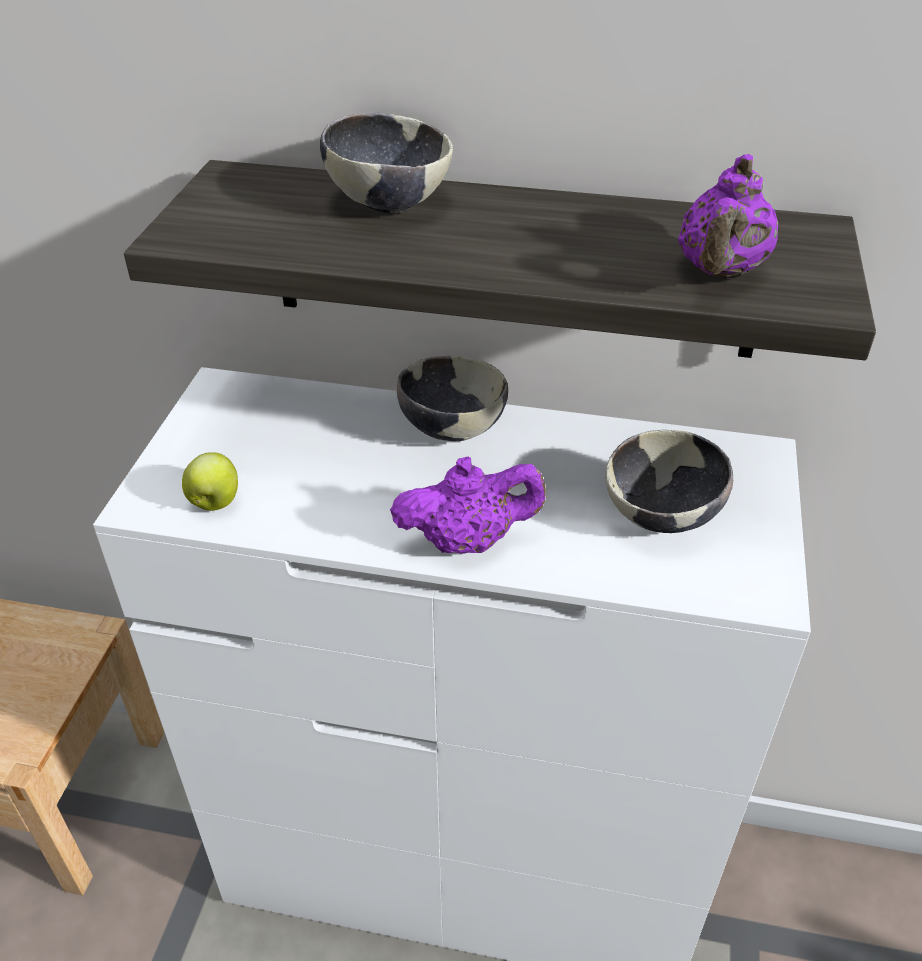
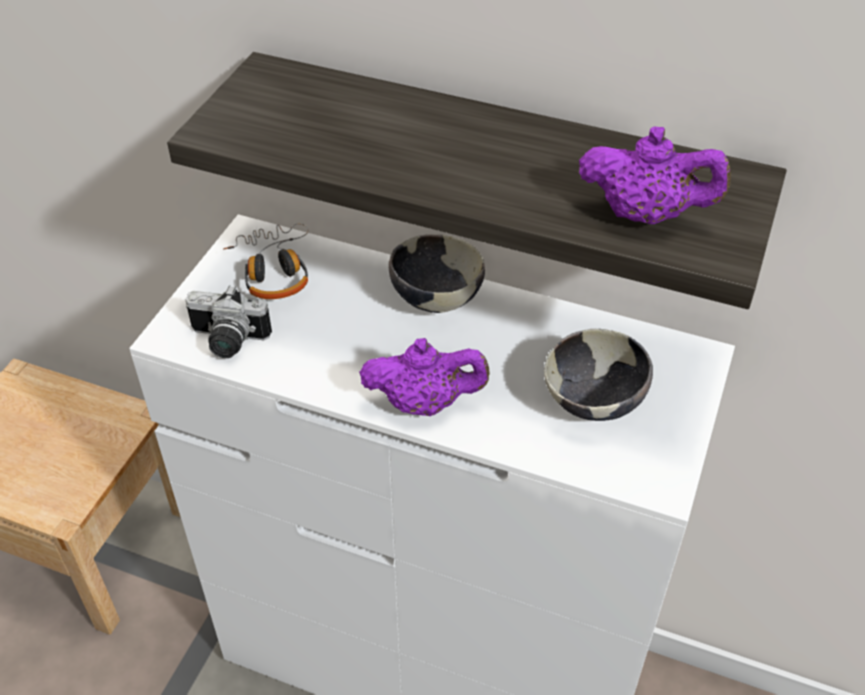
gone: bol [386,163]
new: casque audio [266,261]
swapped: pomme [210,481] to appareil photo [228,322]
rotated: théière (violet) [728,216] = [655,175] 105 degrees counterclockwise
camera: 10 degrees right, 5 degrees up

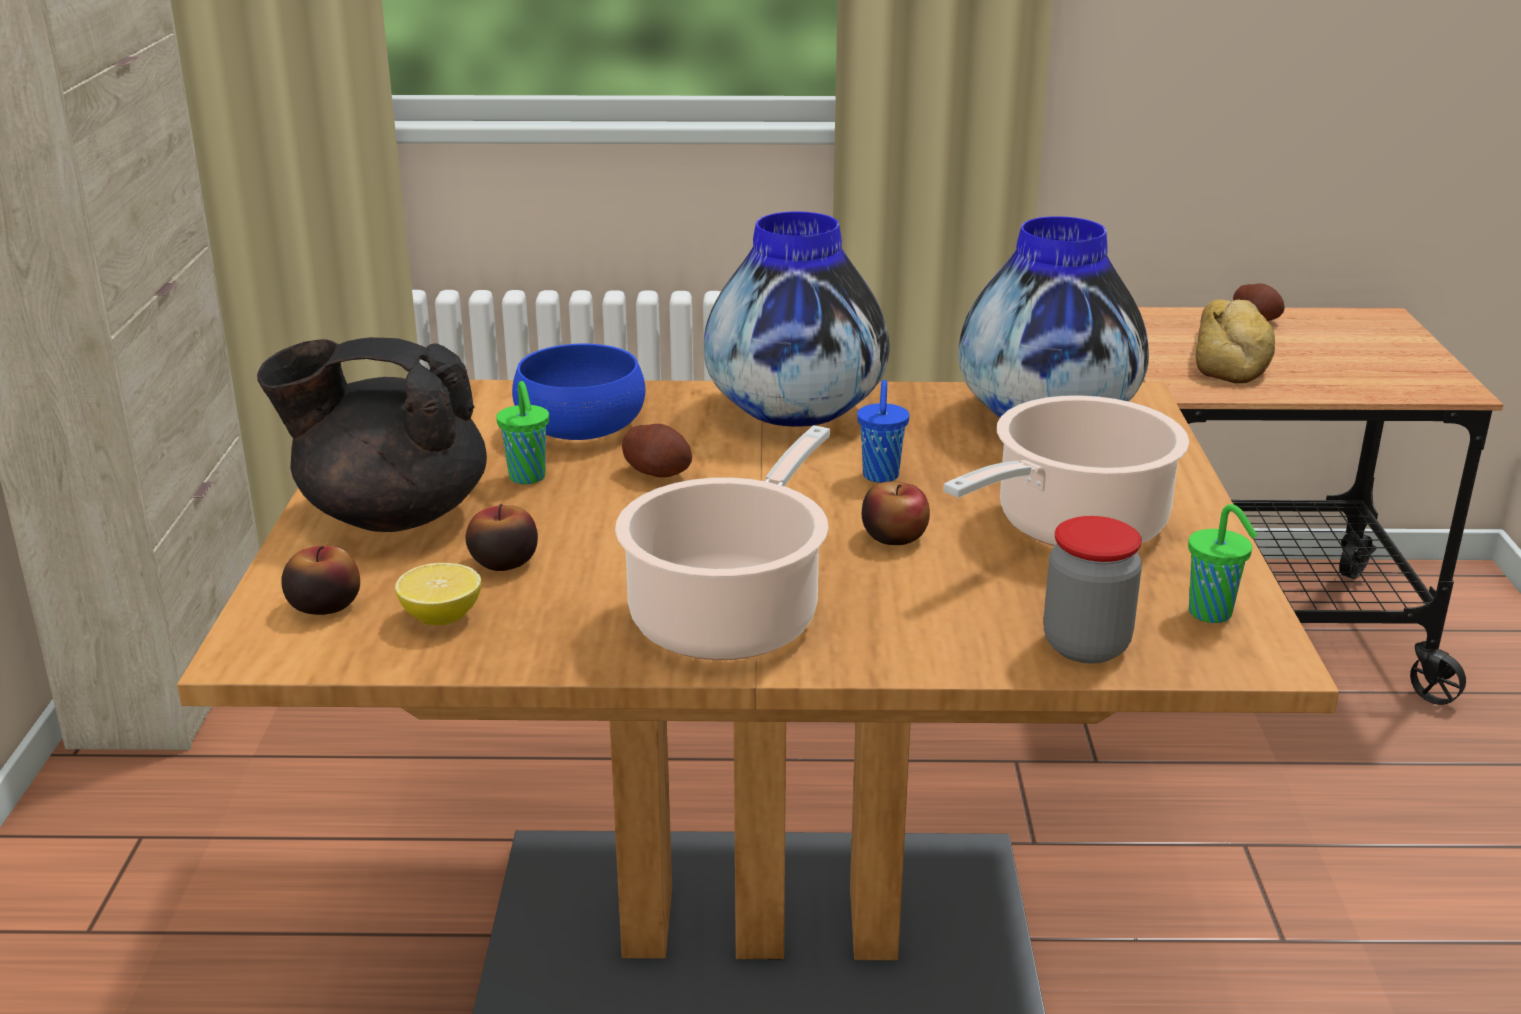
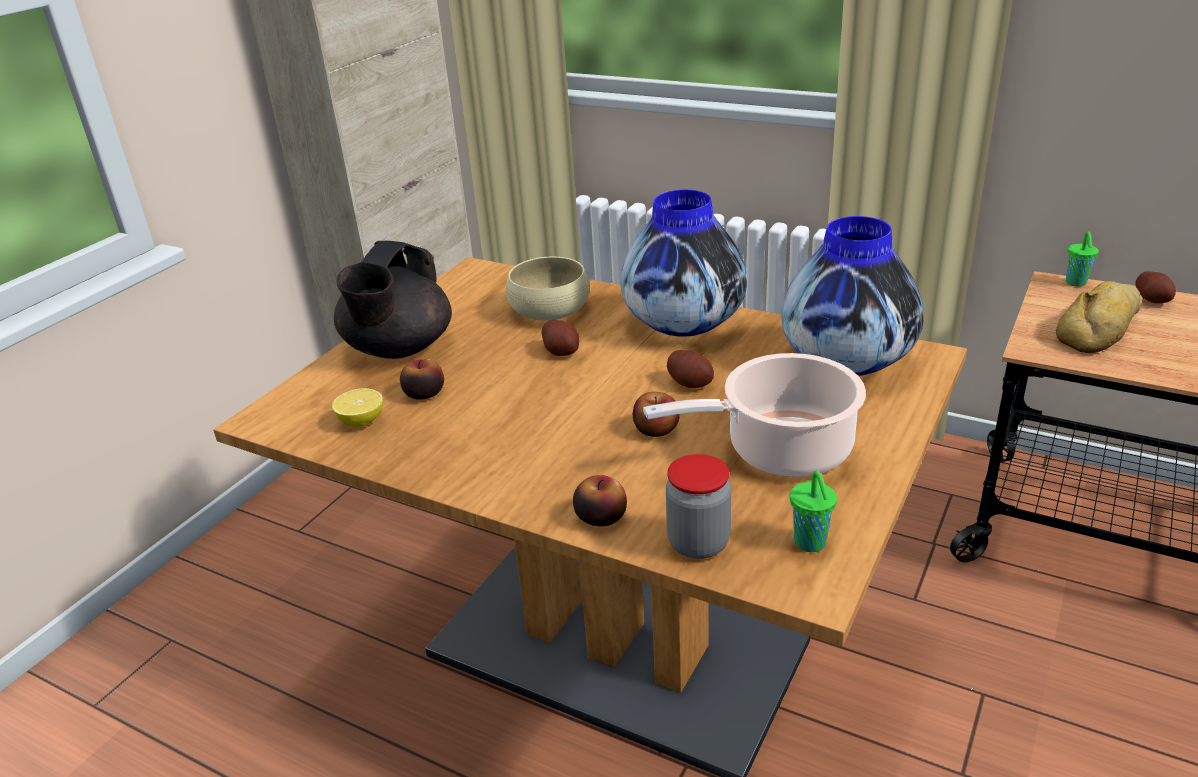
gone: marmite [722,542]
shifted: pomme [320,580] to [600,500]; tasse (vert) [522,432] to [1082,259]
swapped: tasse (bleu) [883,431] to pomme de terre [690,369]
repainted: bol (bleu) [578,392] to bol (beige) [548,289]
rotated: théière (noir) [372,434] = [393,300] 105 degrees counterclockwise
camera: 30 degrees right, 5 degrees up

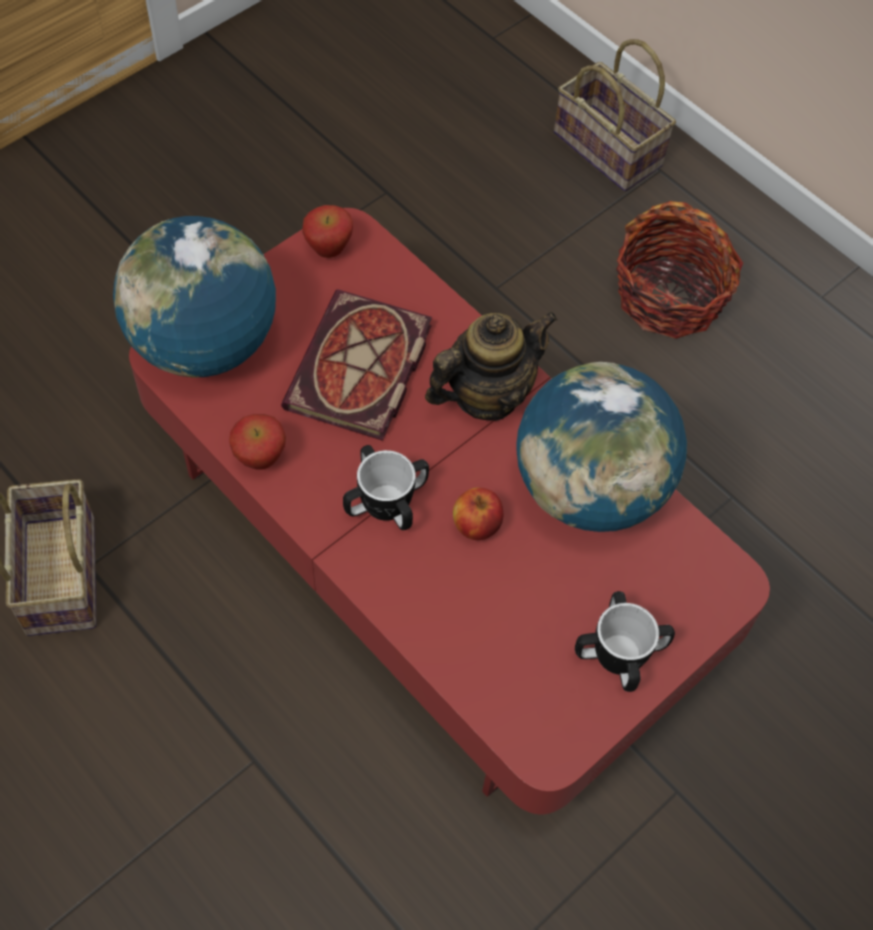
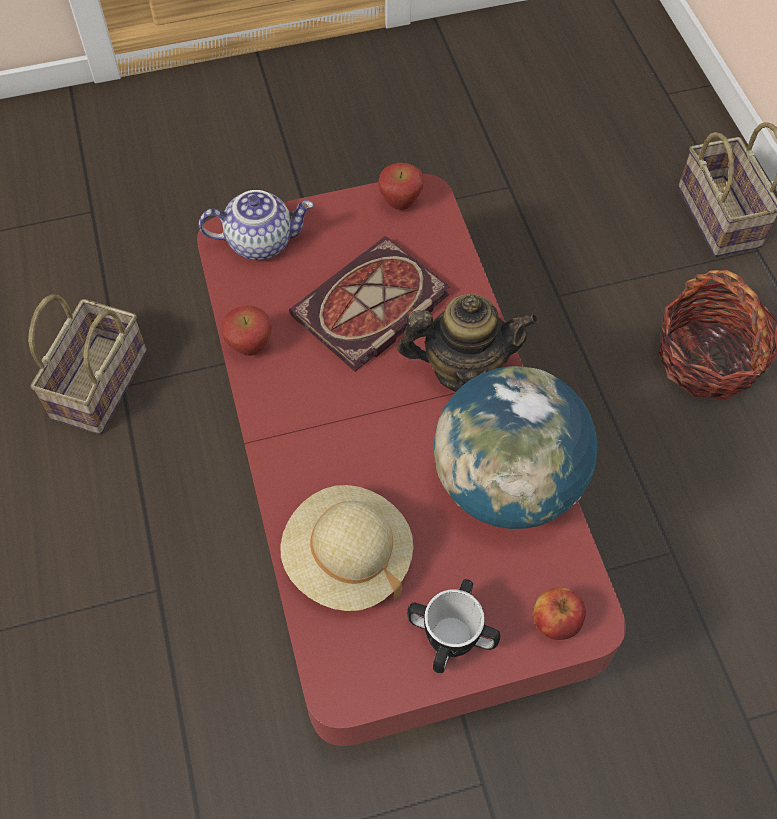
gone: mug [386,487]
new: chapeau (beige) [346,548]
shifted: pomme [478,514] to [560,613]
swapped: globe [194,297] to théière [256,225]
camera: 30 degrees right, 0 degrees up

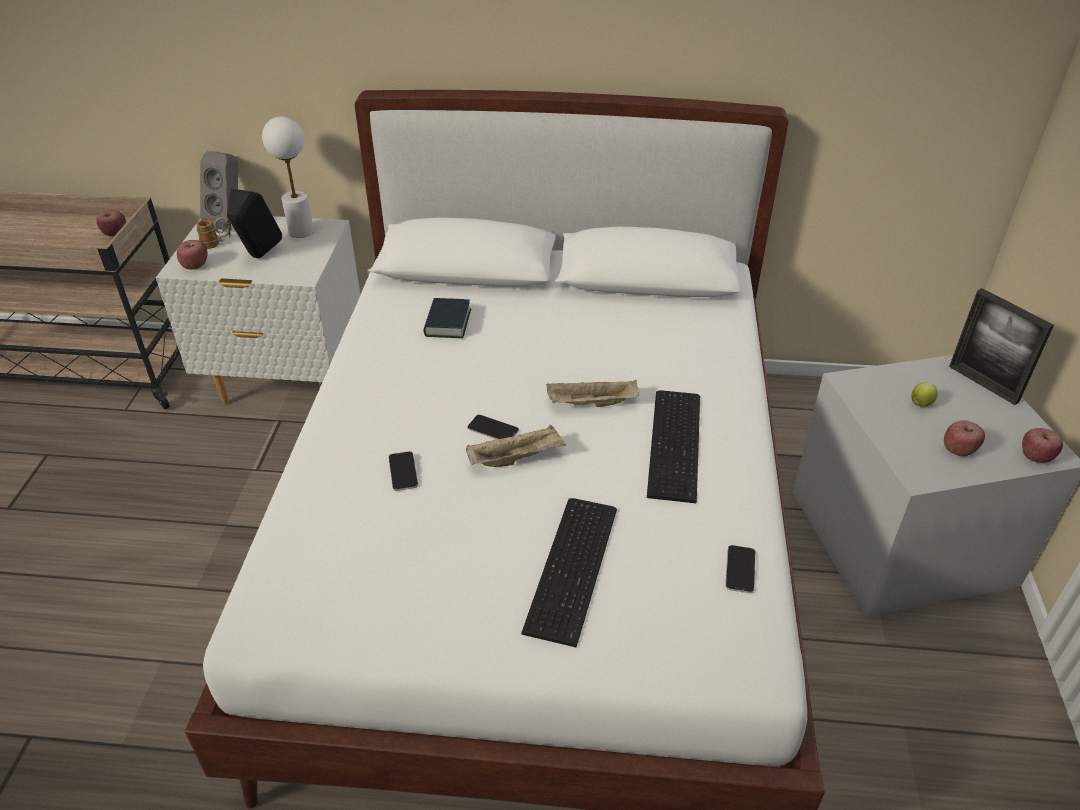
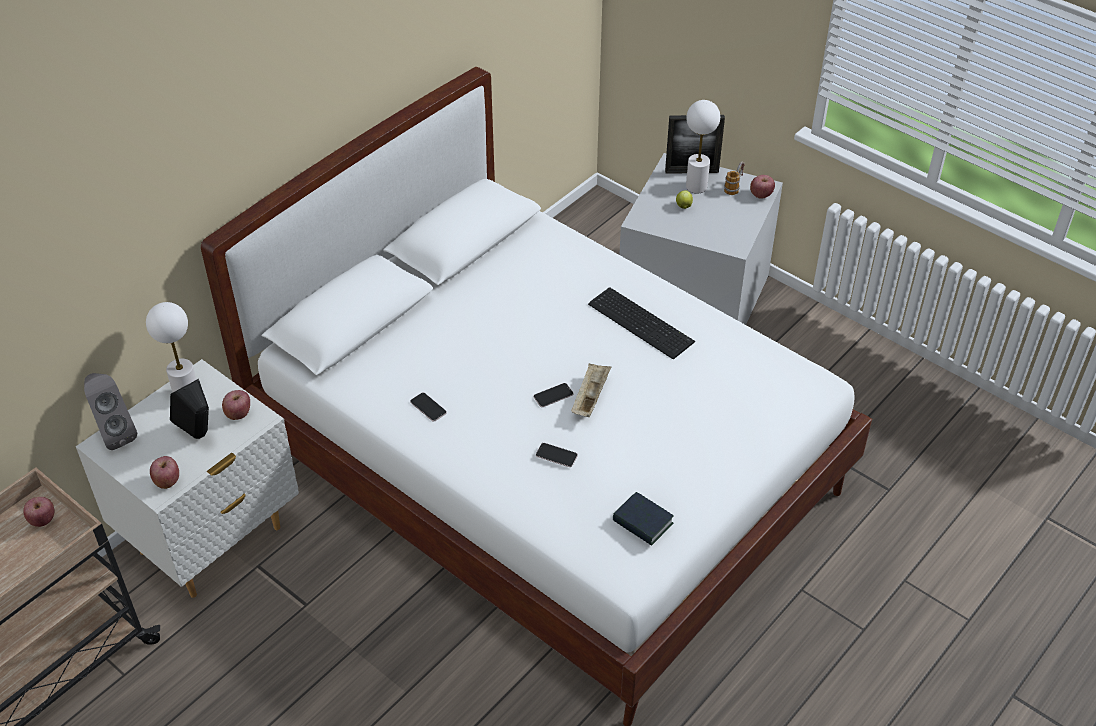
gone: clavier [569,572]; plateau (beige) [593,393]
new: lampe de table (blanc) [703,147]
shifted: mug [214,233] to [734,178]; livre [447,318] to [643,519]; téléphone [740,569] to [428,406]; pomme [964,438] to [236,405]
camera: 55 degrees left, 5 degrees up

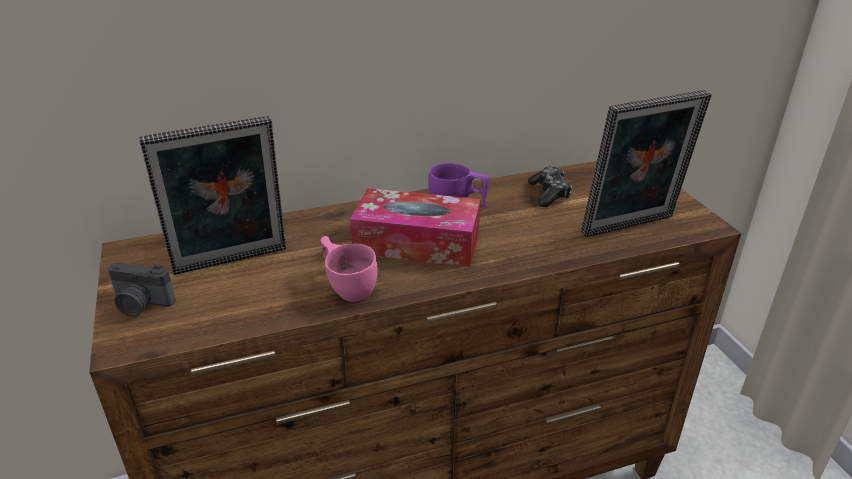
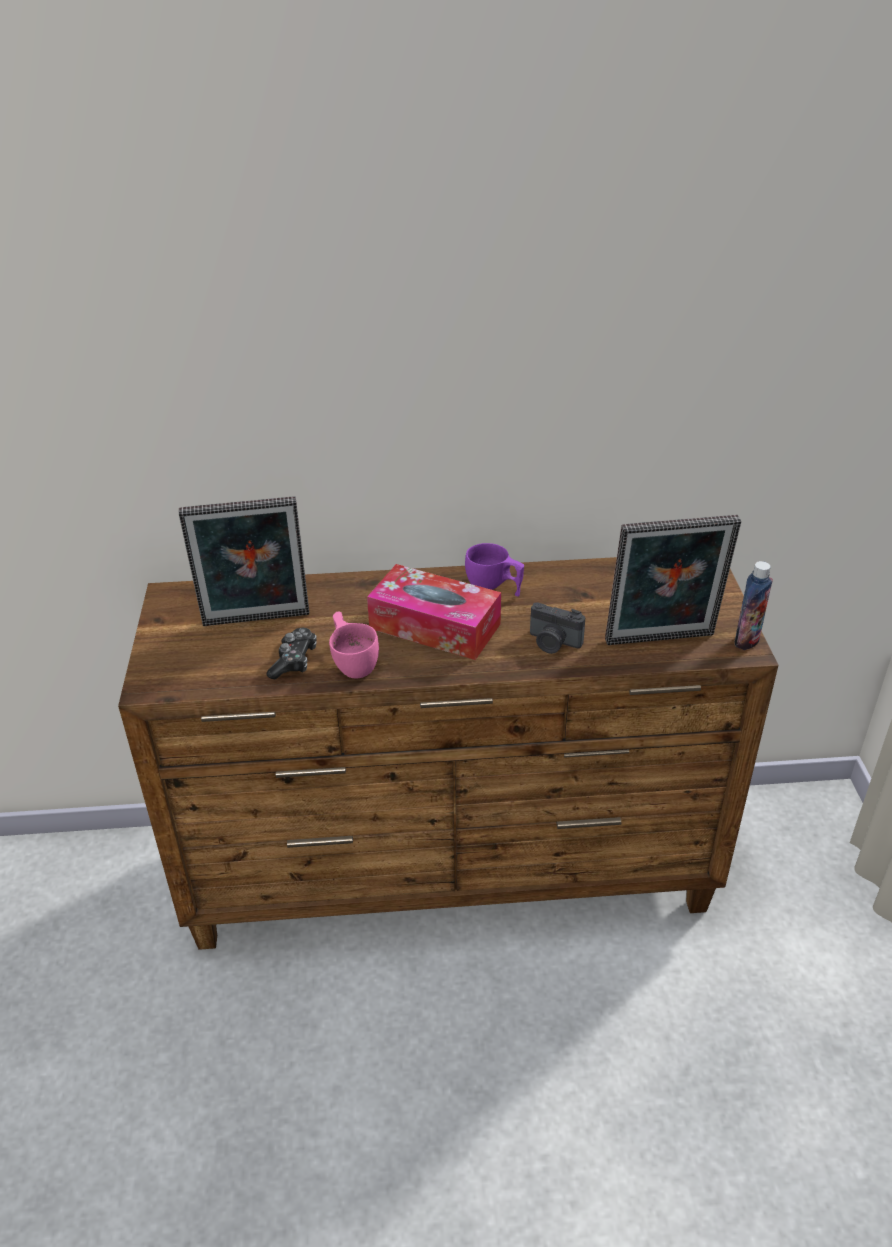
new: bouteille [754,605]
shifted: appareil photo [142,289] to [557,628]; manette [550,186] to [291,653]
camera: 15 degrees right, 5 degrees up

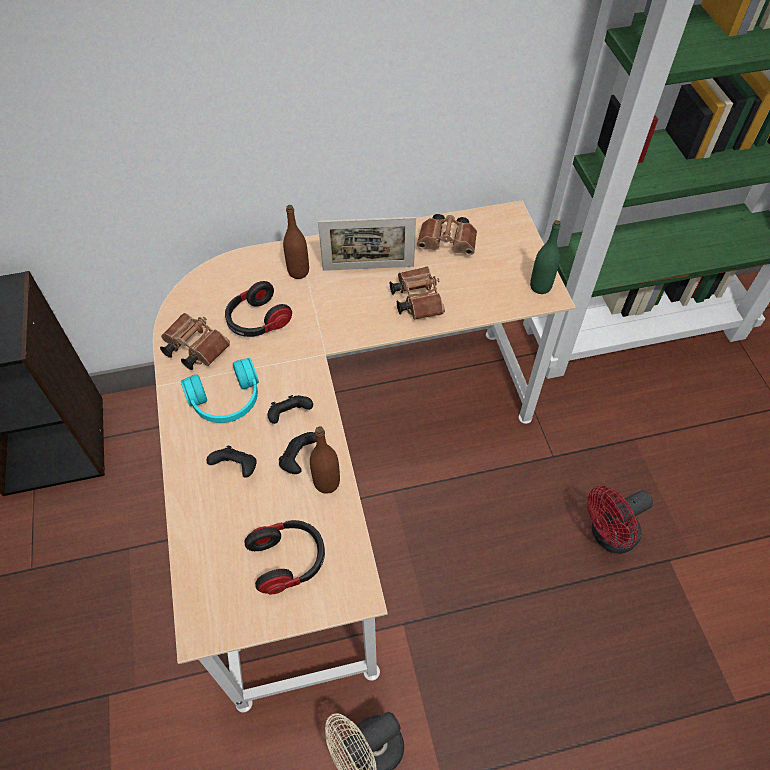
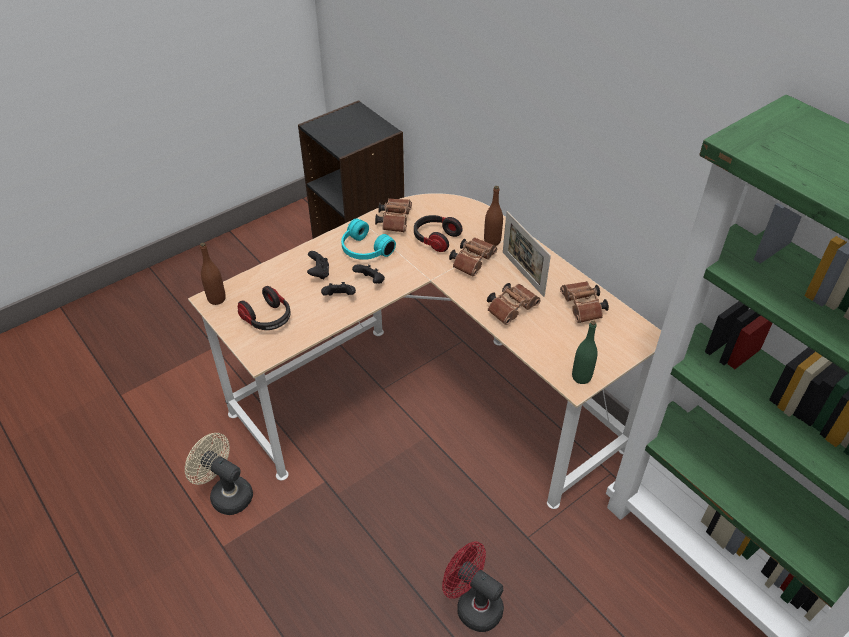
new: jumelles (marron) [473,257]
shifted: bouteille (marron) [325,460] to [213,274]
camera: 65 degrees right, 10 degrees down

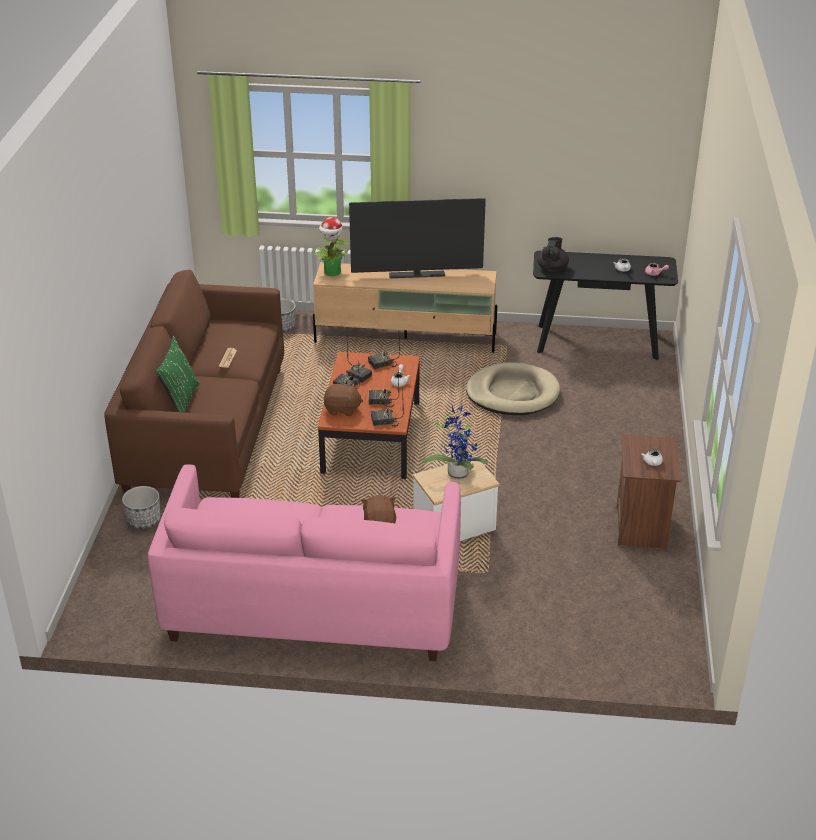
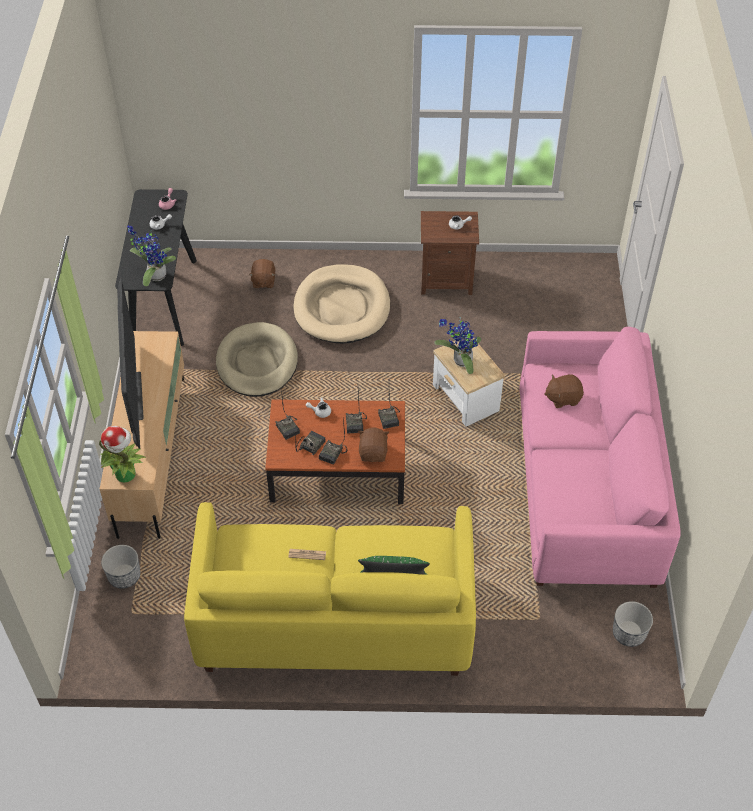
new: peluche (marron) [262,273]; panier pour chien (beige) [342,304]
shifted: cache-pot [141,507] to [633,624]
swapped: théière (noir) [553,254] to plante en pot [151,255]
repainted: canapé (marron) [194,384] to canapé (jaune) [330,589]
camera: 95 degrees left, 15 degrees up

